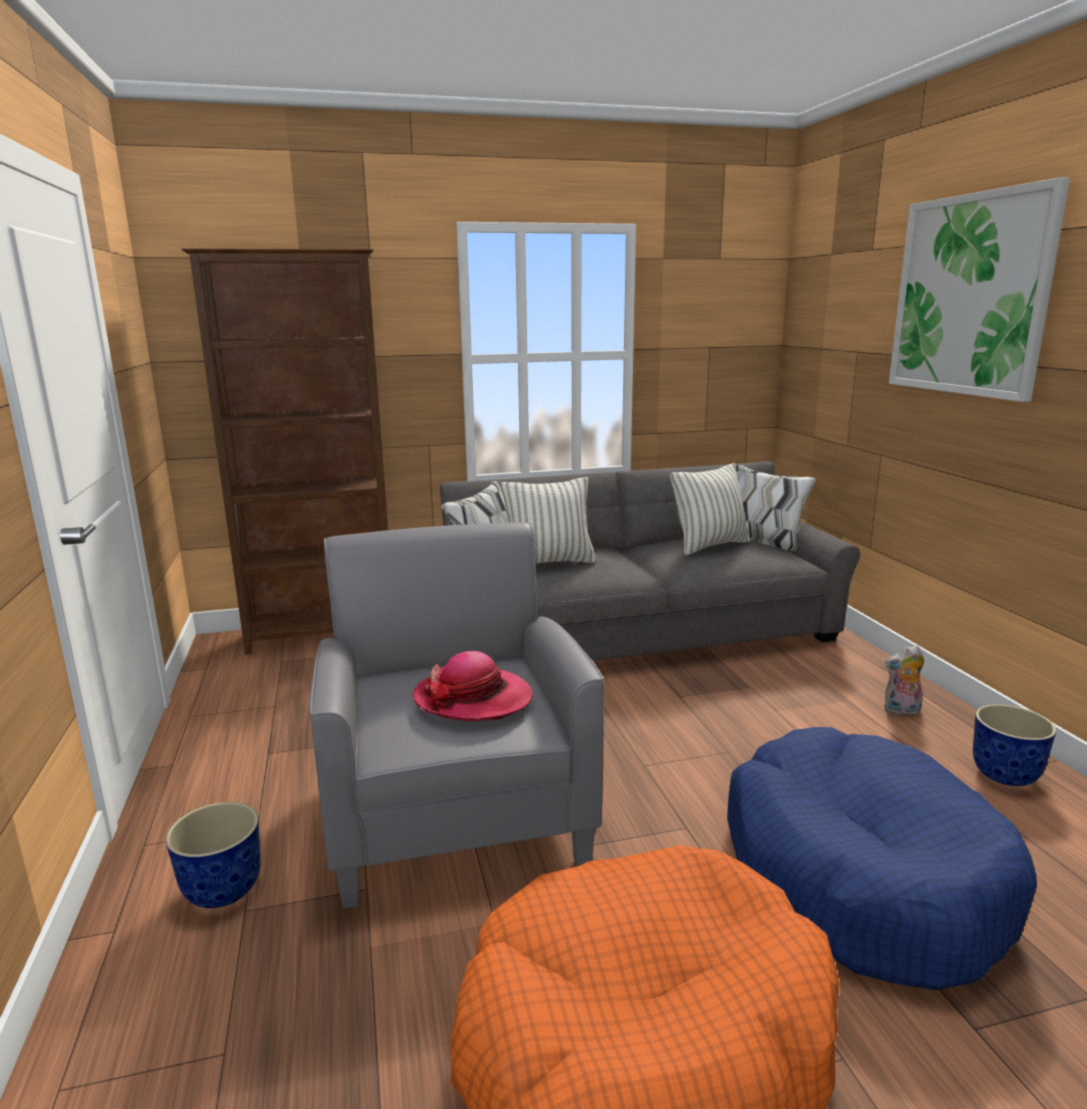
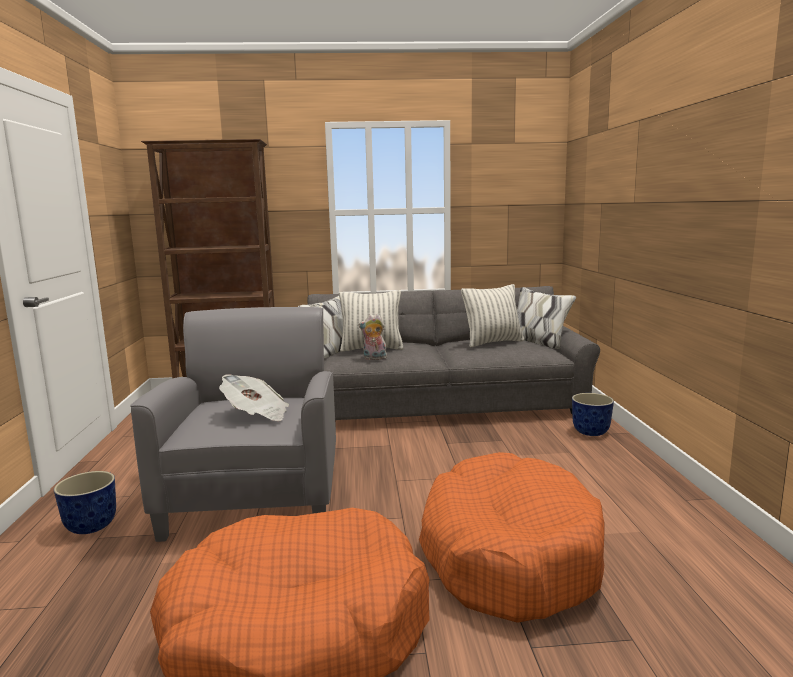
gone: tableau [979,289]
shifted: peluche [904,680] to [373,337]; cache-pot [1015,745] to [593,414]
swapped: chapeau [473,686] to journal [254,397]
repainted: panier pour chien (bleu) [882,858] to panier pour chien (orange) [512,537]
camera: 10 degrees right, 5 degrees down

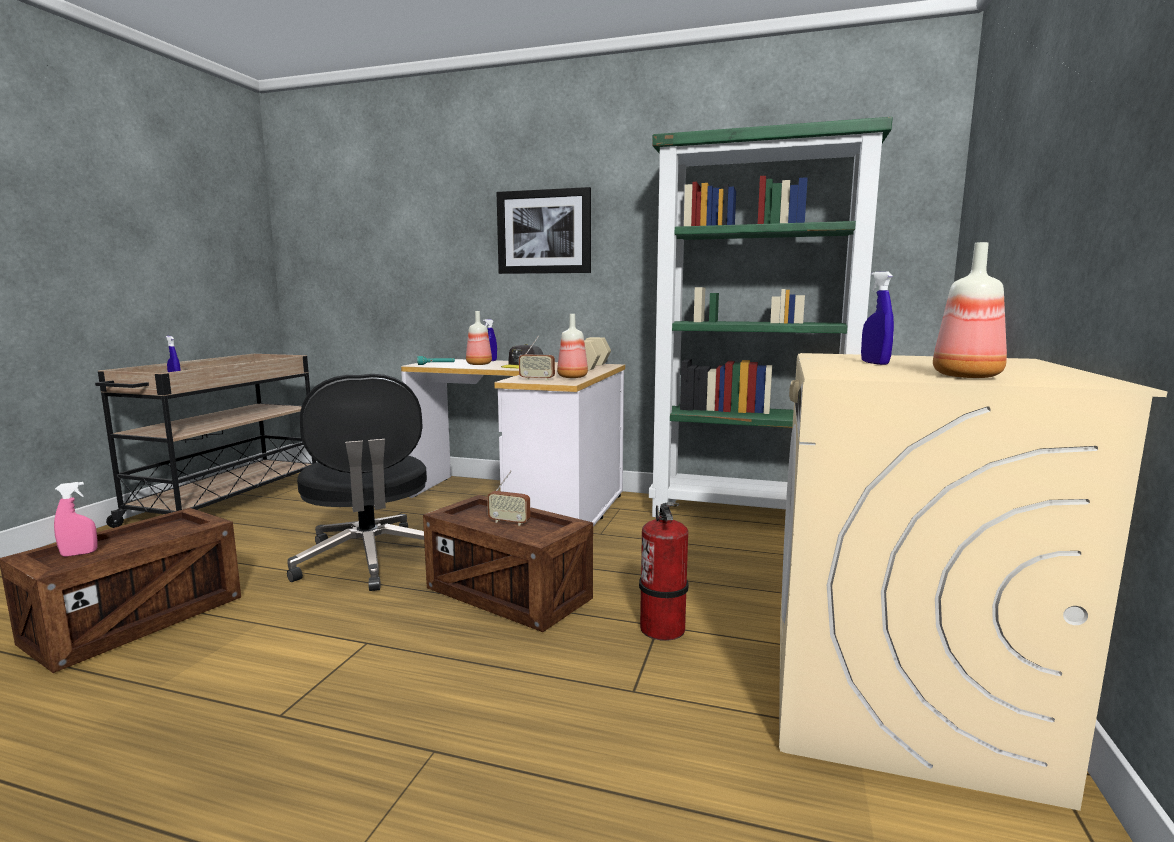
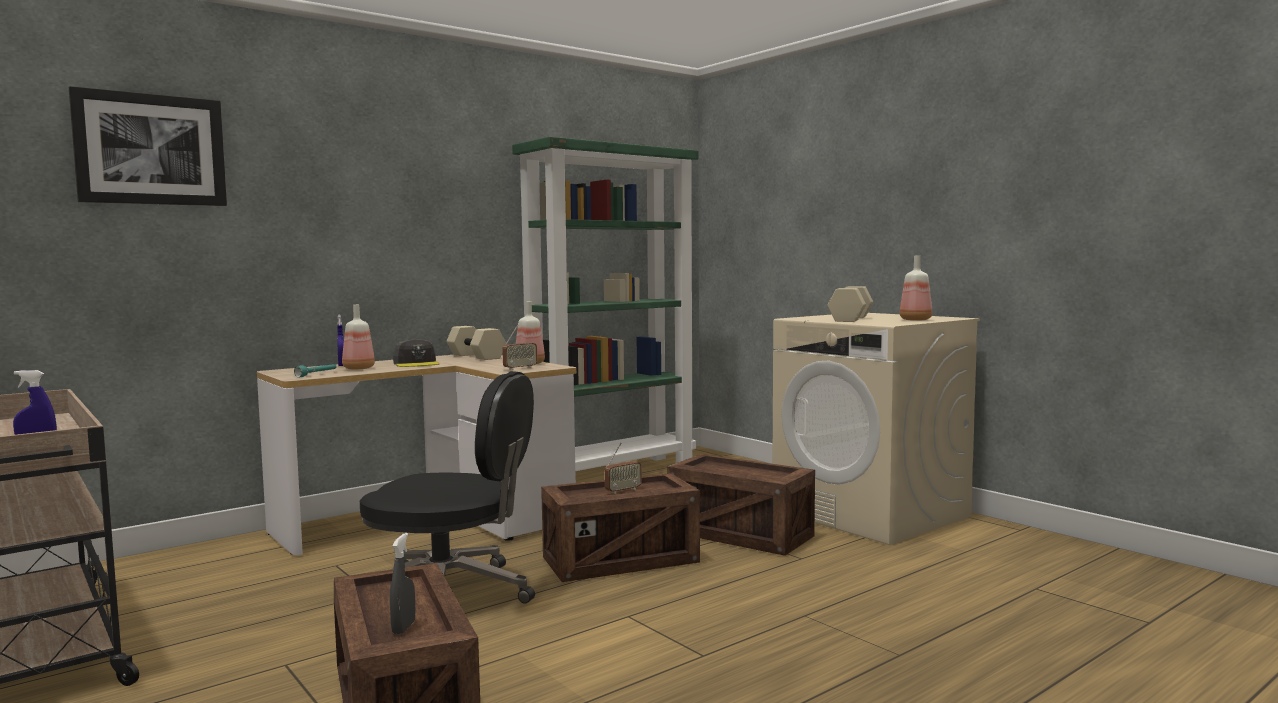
shifted: tableau [543,230] to [148,146]
swapped: extincteur [663,571] to caisse [741,505]; vaporisateur (bleu) [877,318] to haltère (beige) [850,304]
repainted: vaporisateur (rose) [76,519] to vaporisateur (gris) [402,583]
camera: 55 degrees left, 5 degrees down

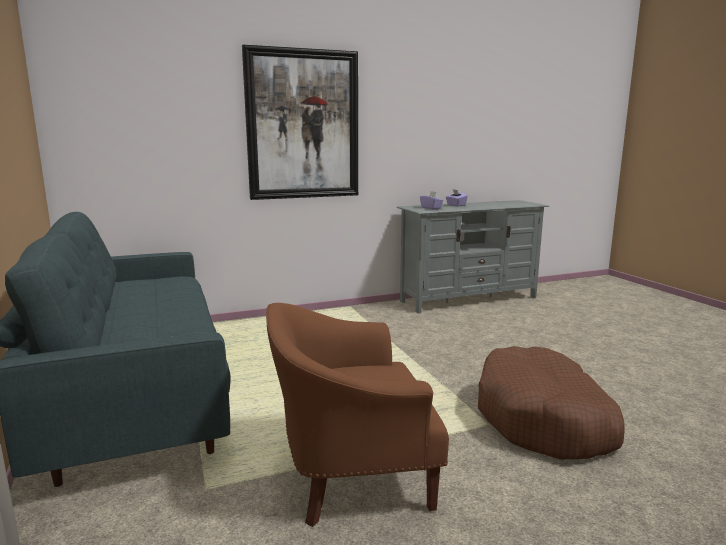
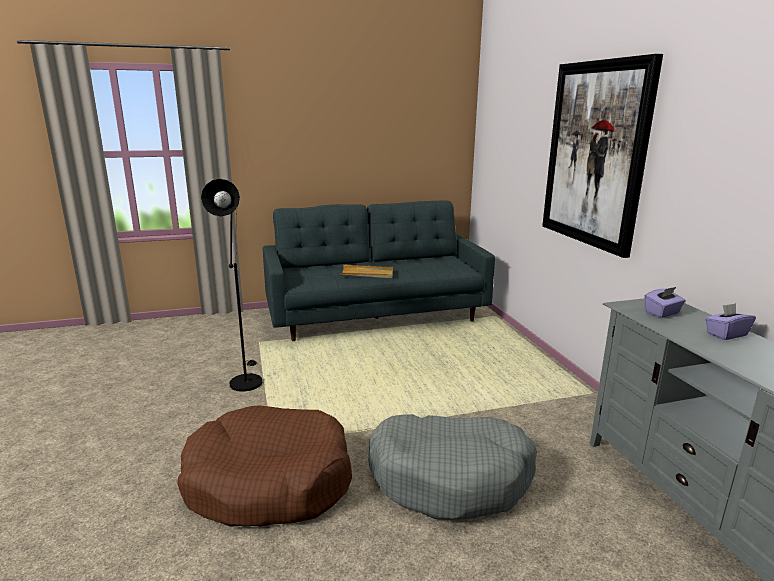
new: plateau (beige) [366,271]; panier pour chien (gris) [452,467]
swapped: fauteuil (marron) [357,415] to lampadaire (noir) [231,285]
camera: 95 degrees right, 5 degrees up

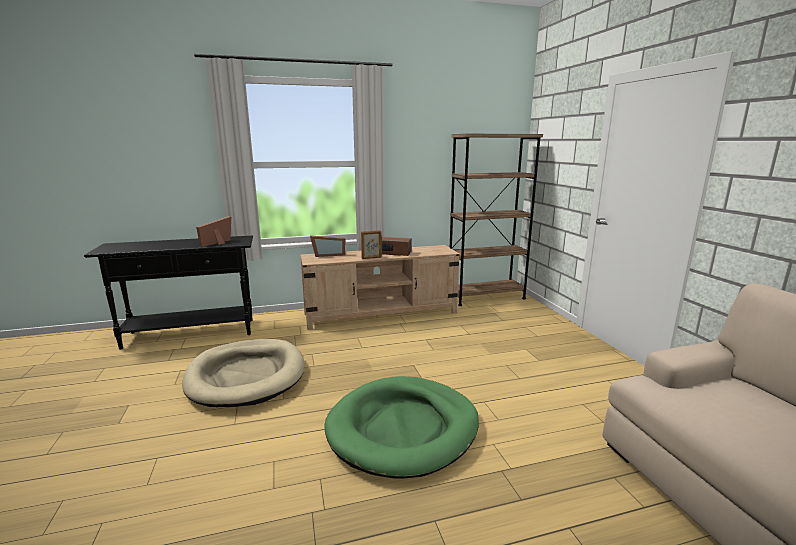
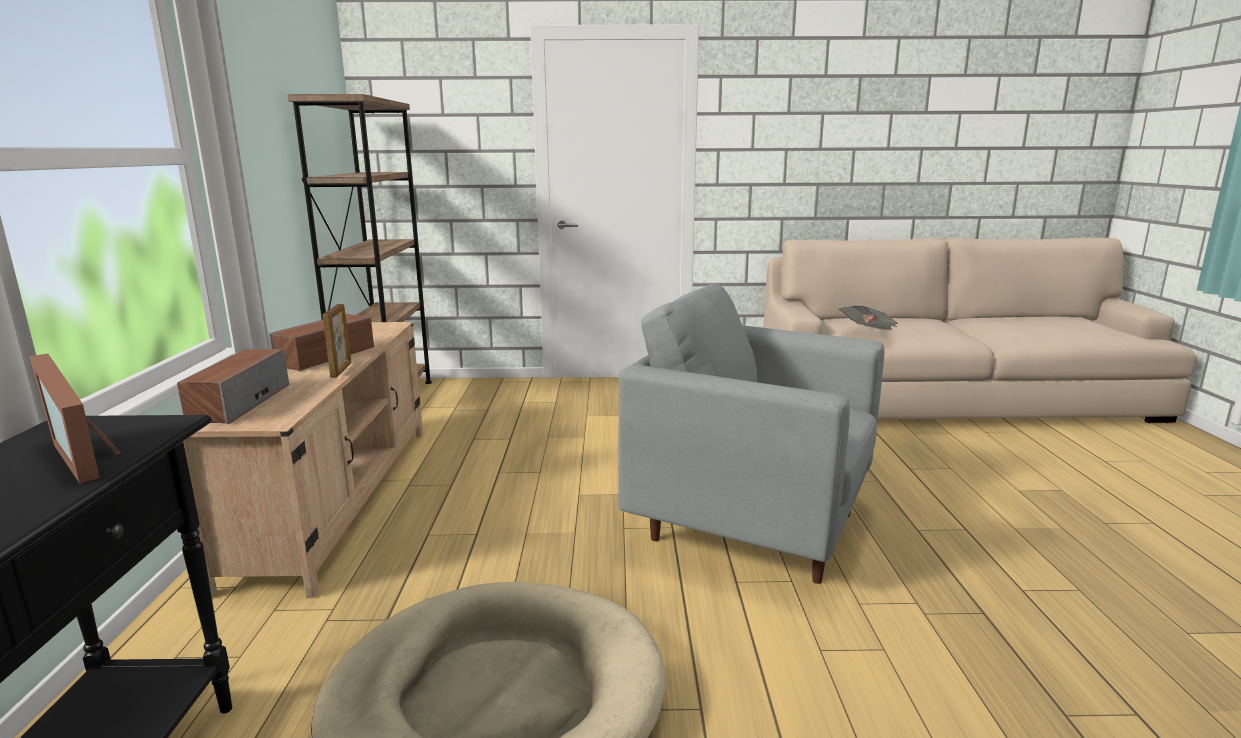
new: journal [868,318]
swapped: cadre photo [327,246] to enceinte [233,386]; panier pour chien (vert) [401,427] to fauteuil (gris) [751,433]
camera: 75 degrees left, 0 degrees up

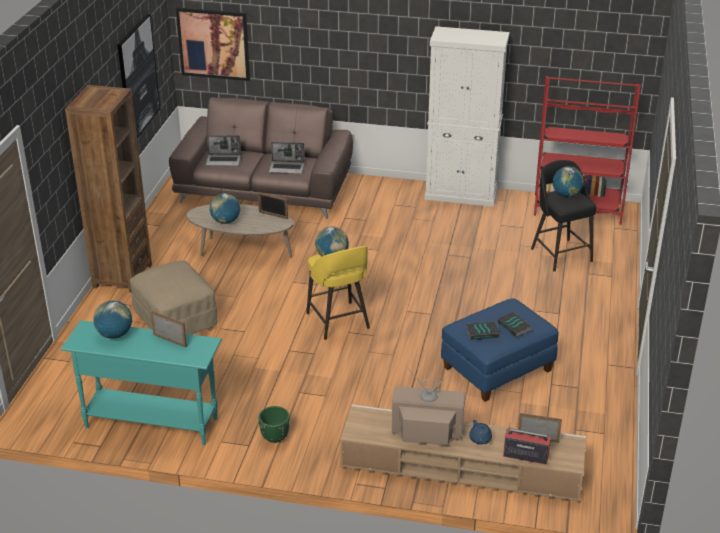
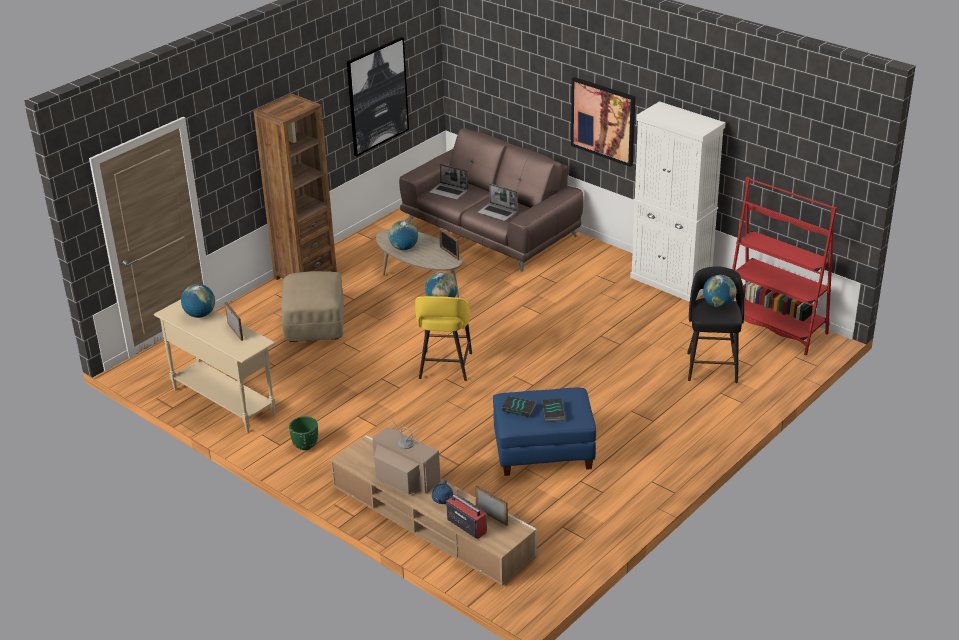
shifted: tableau [213,44] to [603,122]
repainted: table console (turquoise) [141,382] to table console (beige) [215,366]
camera: 30 degrees right, 0 degrees up

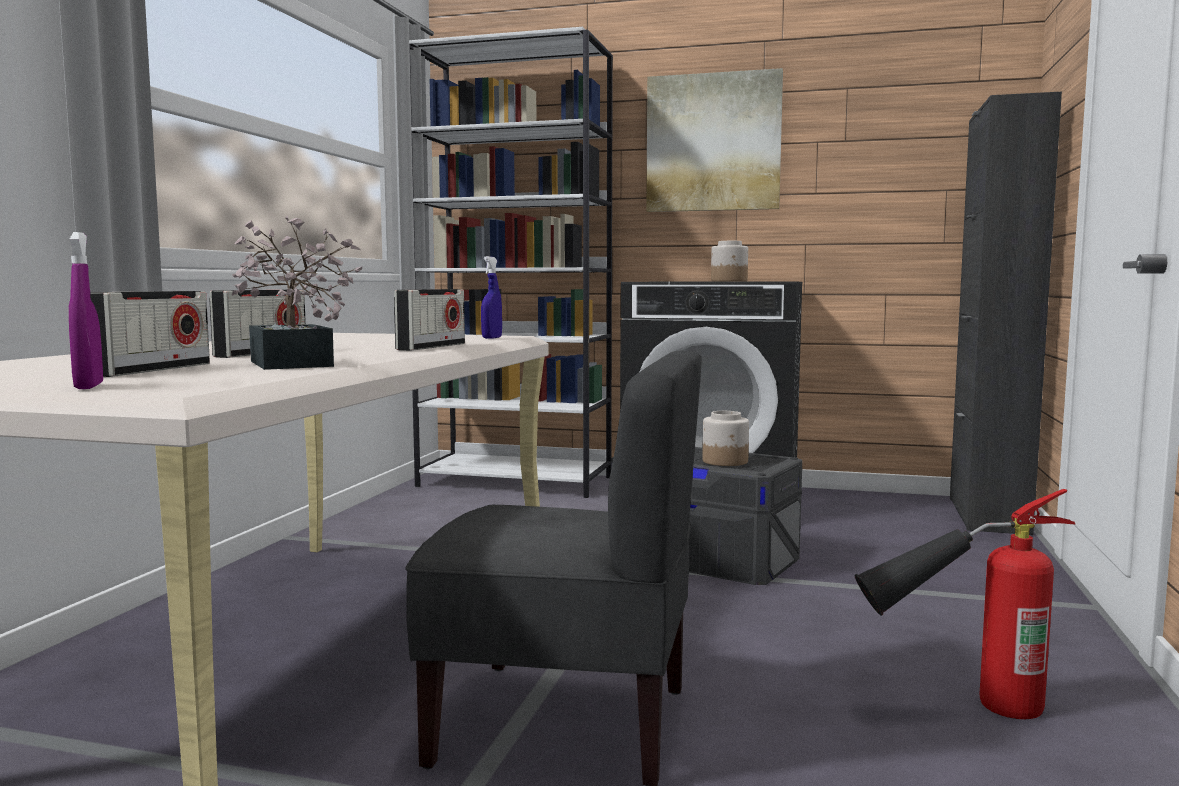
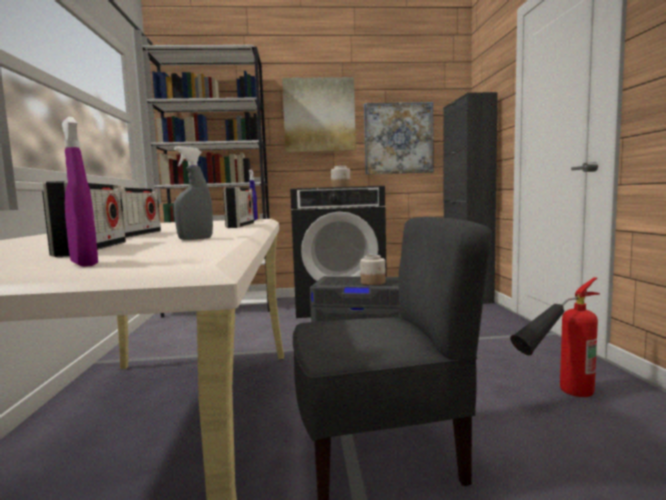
new: tableau [399,138]
swapped: plante en pot [297,292] to vaporisateur (gris) [193,193]
camera: 20 degrees left, 0 degrees up

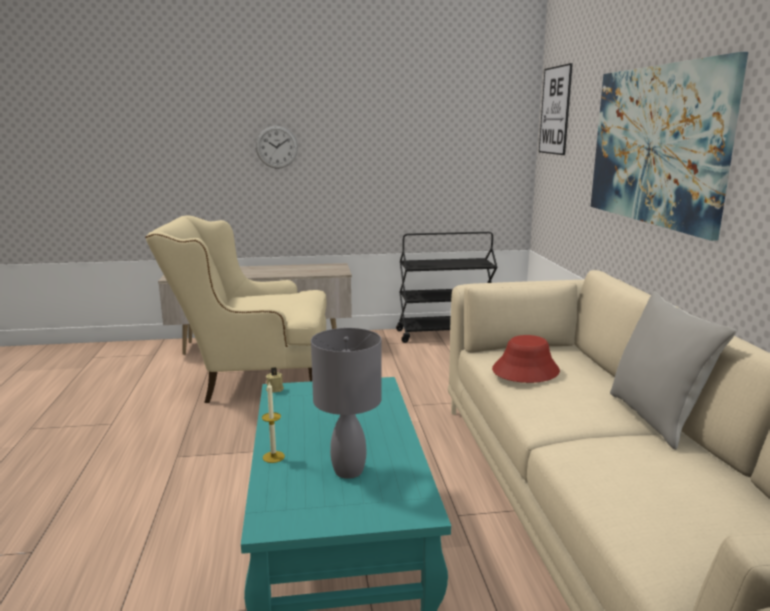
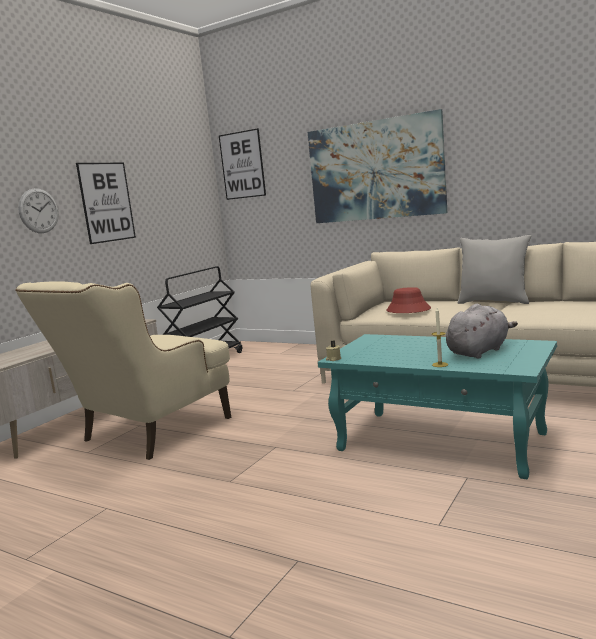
new: tableau [106,203]
swapped: lampe de table (gris) [346,403] to peluche (gris) [482,331]
camera: 50 degrees left, 5 degrees down

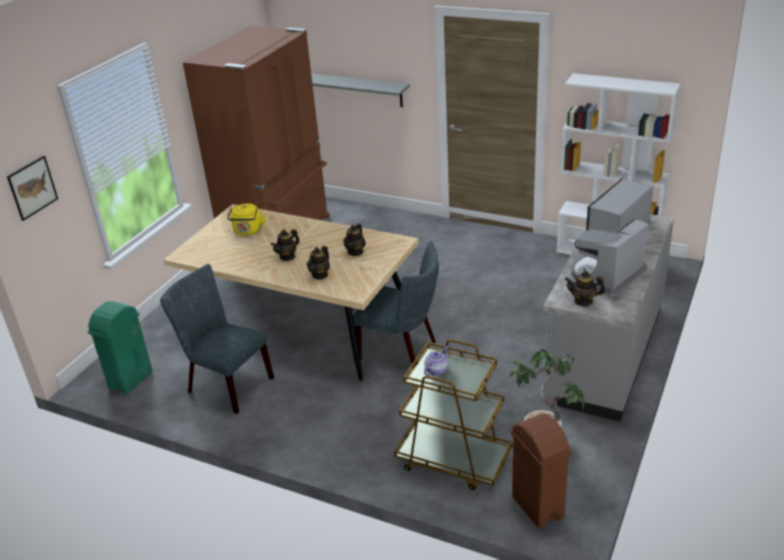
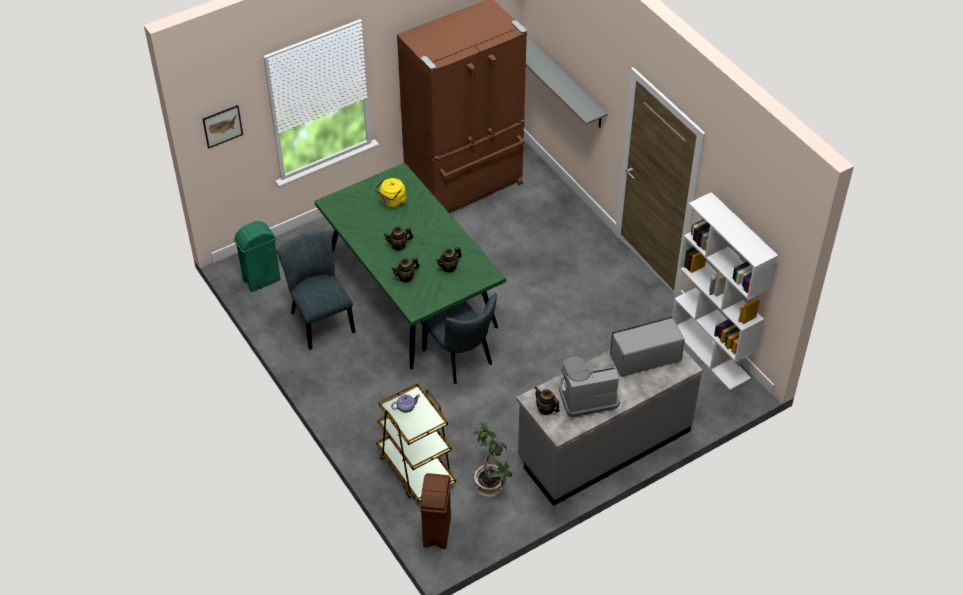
repainted: table à manger (beige) [291,292] to table à manger (vert) [410,266]
camera: 30 degrees right, 15 degrees up

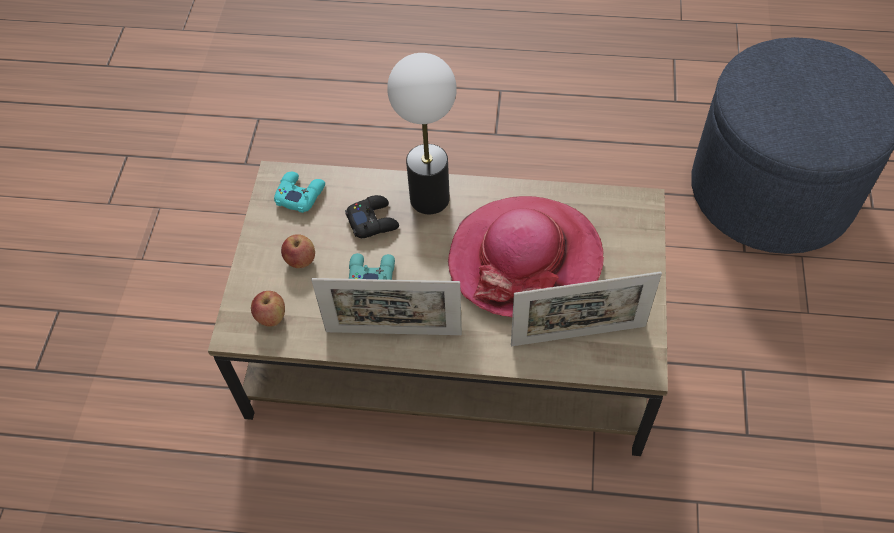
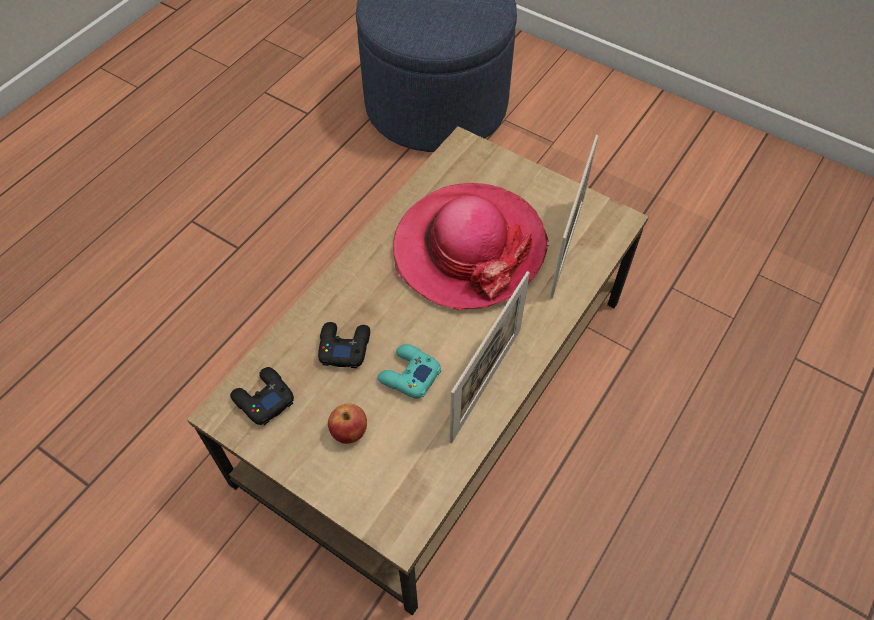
gone: pomme [268,309]; lampe de table [422,133]
repainted: manette (turquoise) [299,192] to manette (noir) [262,396]
camera: 65 degrees left, 0 degrees up

